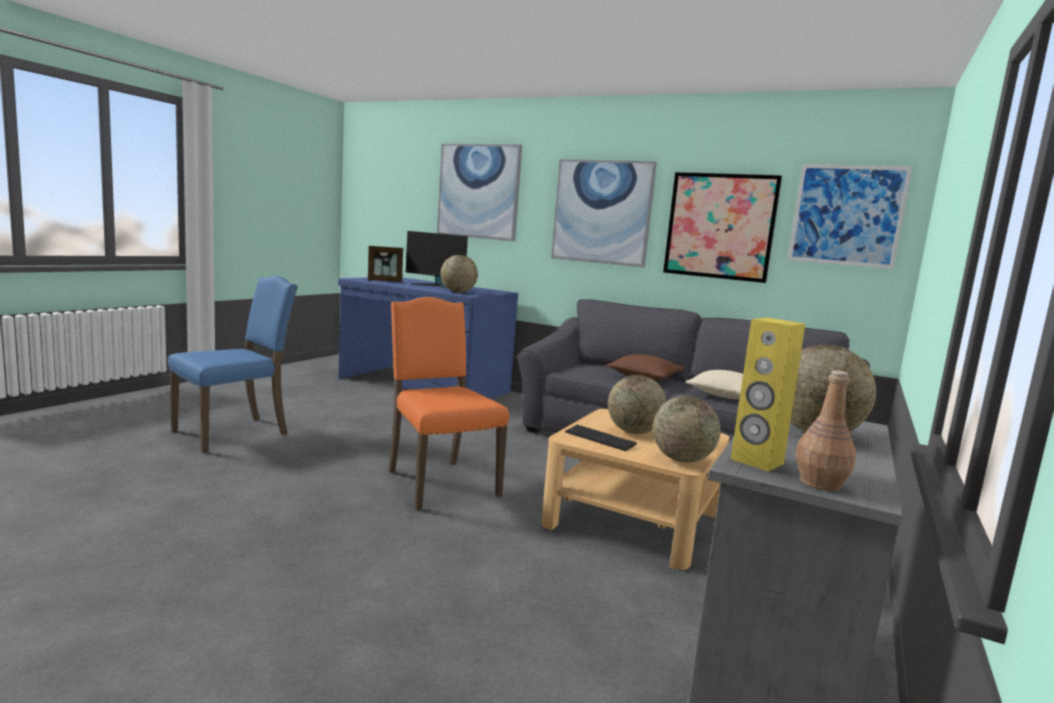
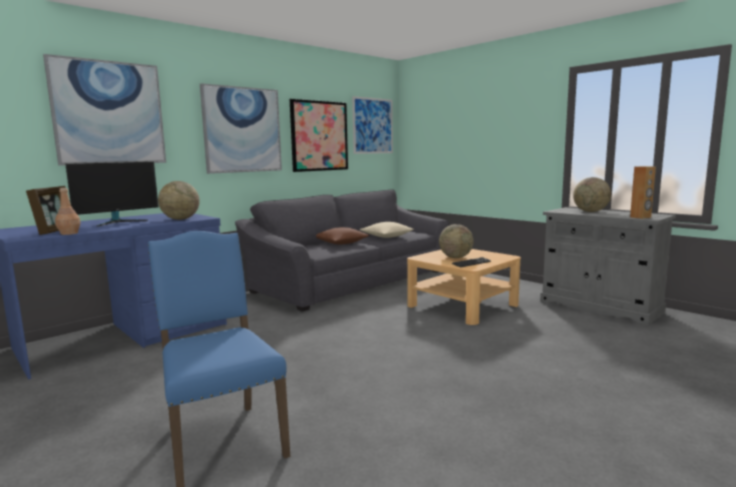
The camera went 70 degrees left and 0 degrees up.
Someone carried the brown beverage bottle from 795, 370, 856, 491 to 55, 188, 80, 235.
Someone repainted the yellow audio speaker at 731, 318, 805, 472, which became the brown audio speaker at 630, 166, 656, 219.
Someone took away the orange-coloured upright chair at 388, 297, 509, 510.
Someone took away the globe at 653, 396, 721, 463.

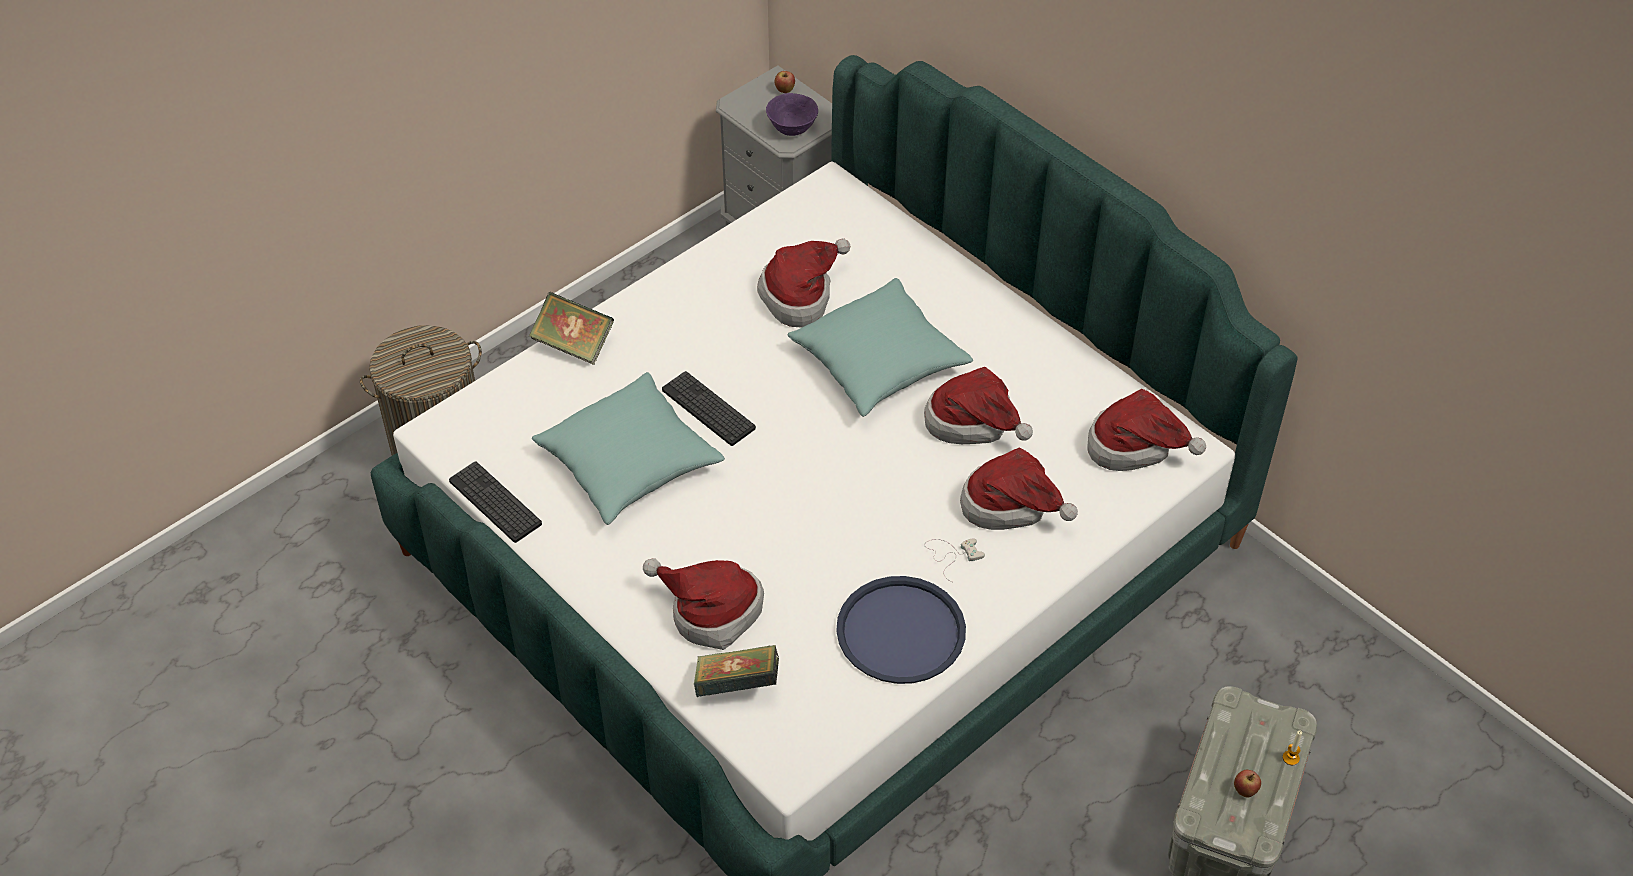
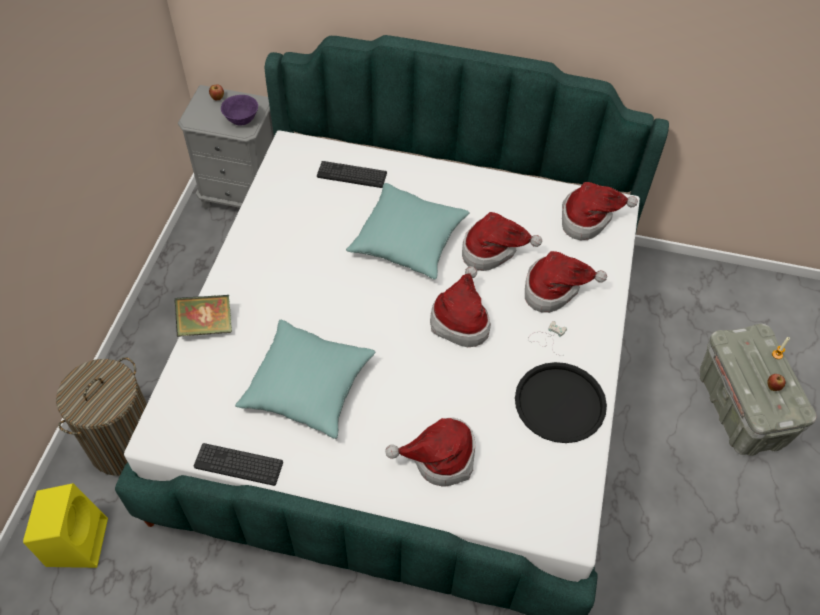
The camera went 35 degrees left and 5 degrees up.
Someone put down the yellow audio speaker at 23, 483, 108, 568.
Someone carried the computer keyboard from 662, 371, 756, 446 to 317, 161, 387, 188.
Someone carried the wearable hat from 757, 238, 850, 328 to 430, 266, 491, 348.
Someone repainted the bluish serving tray at 836, 576, 966, 684, which became the black-coloured serving tray at 515, 362, 607, 443.
Someone took away the bound book at 694, 645, 779, 697.

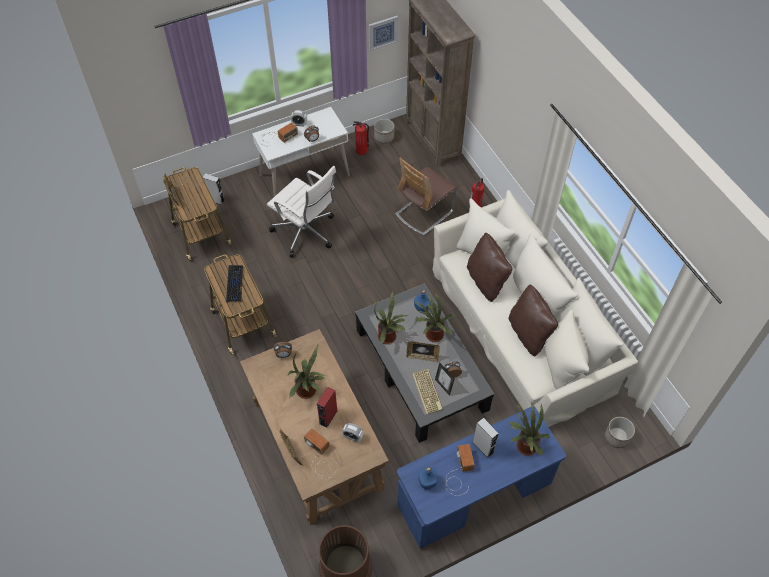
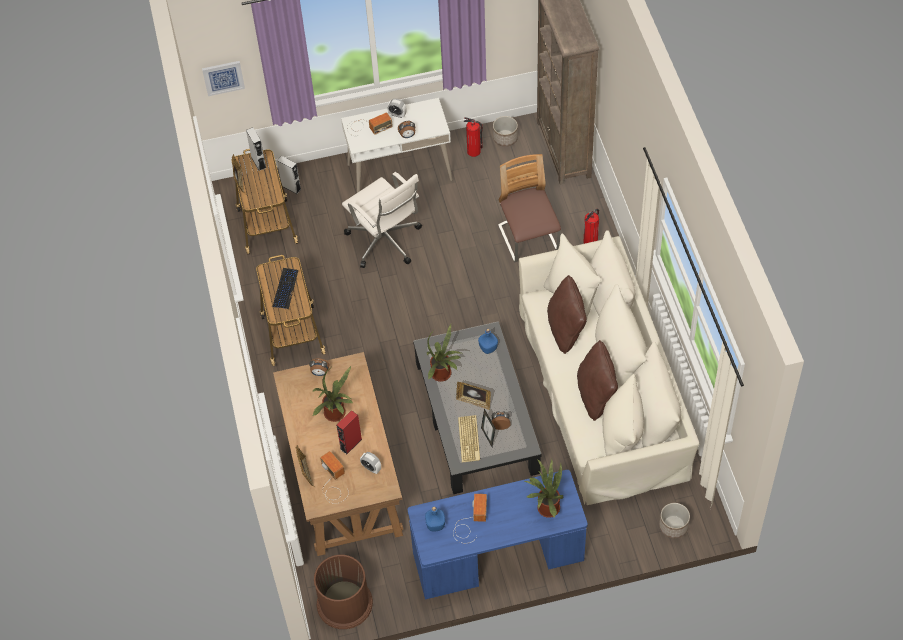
The camera went 15 degrees right and 0 degrees up.
Someone carried the wall picture from 369, 16, 398, 51 to 202, 61, 245, 96.
Someone carried the grey audio speaker from 473, 418, 499, 458 to 246, 128, 266, 171.
Someone rotated the upright chair at 395, 158, 457, 236 by 105 degrees clockwise.
Someone took away the plant in a pot at 415, 293, 453, 342.

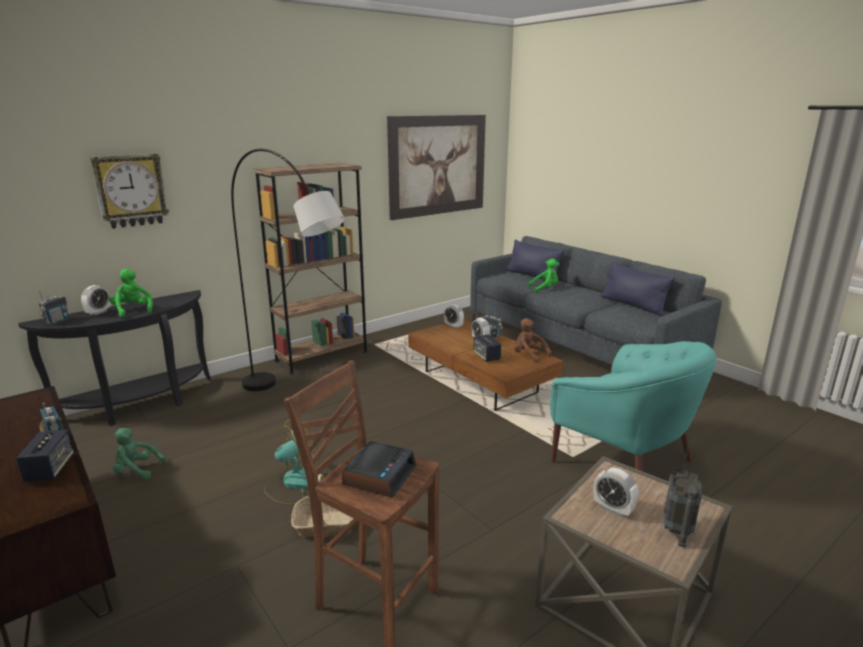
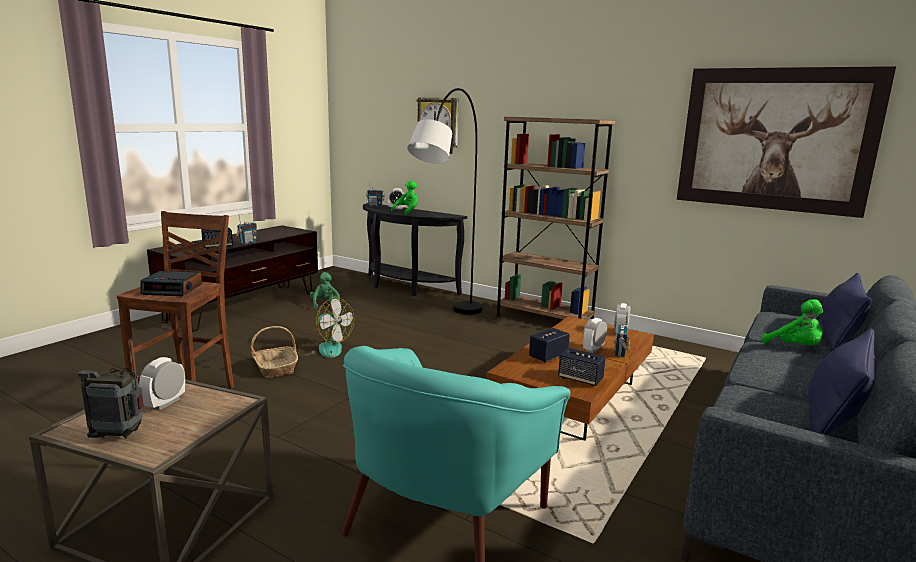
The camera went 70 degrees right and 5 degrees down.
Someone swapped the brown plush toy at 514, 318, 552, 363 for the audio speaker at 558, 348, 606, 386.

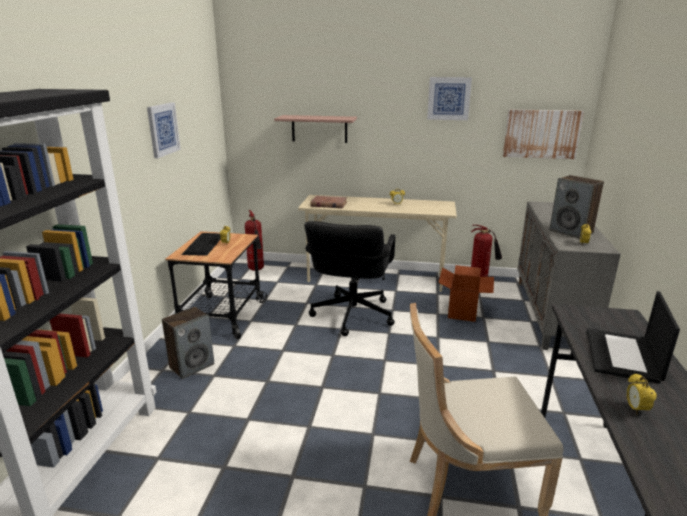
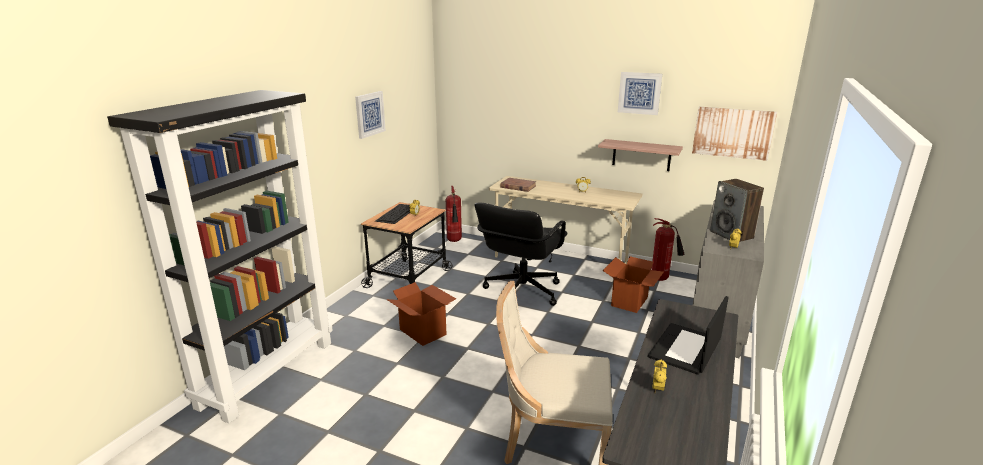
The camera went 15 degrees right and 0 degrees up.
Someone put down the carton at 386, 282, 456, 346.
Someone carried the shelf from 274, 115, 357, 143 to 598, 139, 683, 171.
Someone took away the audio speaker at 162, 307, 214, 379.

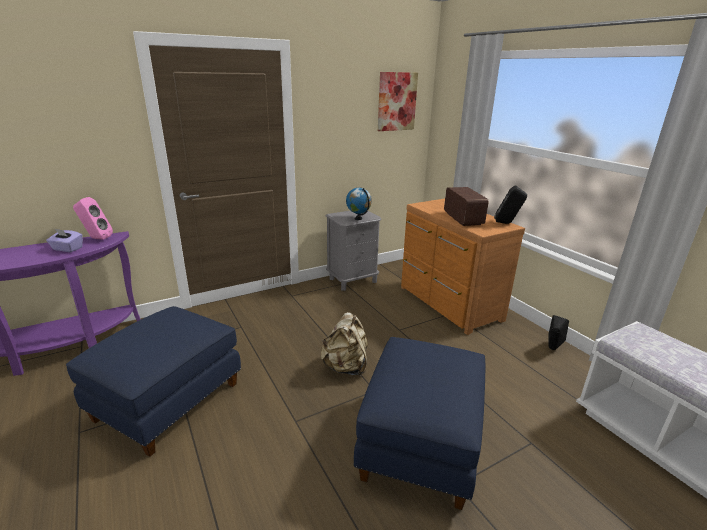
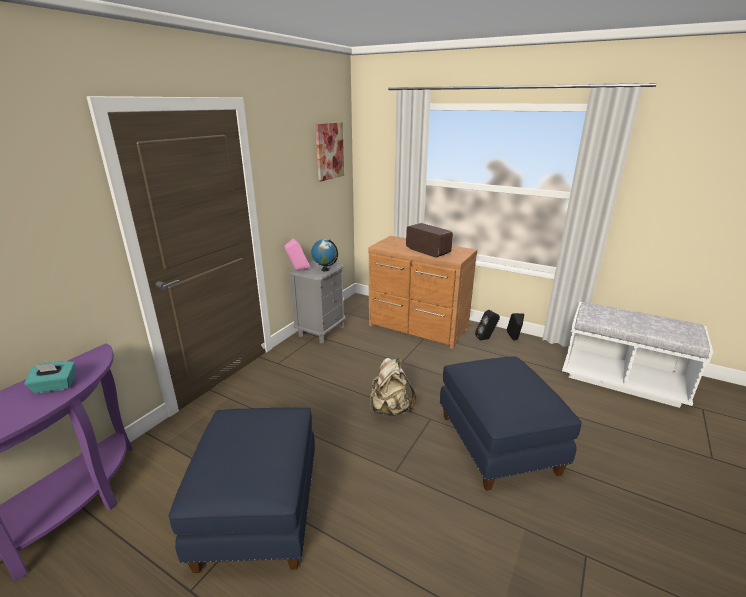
The camera went 30 degrees left and 0 degrees up.
Someone repainted the purple tissue holder at 46, 229, 83, 252, which became the turquoise-coloured tissue holder at 24, 361, 75, 393.
Someone carried the pink-coloured audio speaker from 73, 197, 113, 240 to 284, 238, 309, 270.
Someone carried the black-coloured audio speaker from 494, 185, 527, 224 to 475, 310, 500, 341.

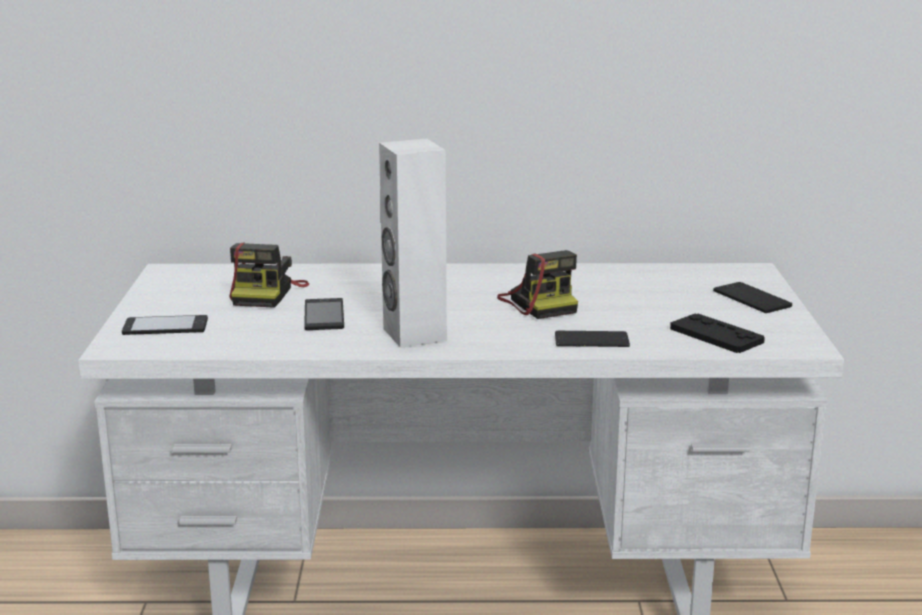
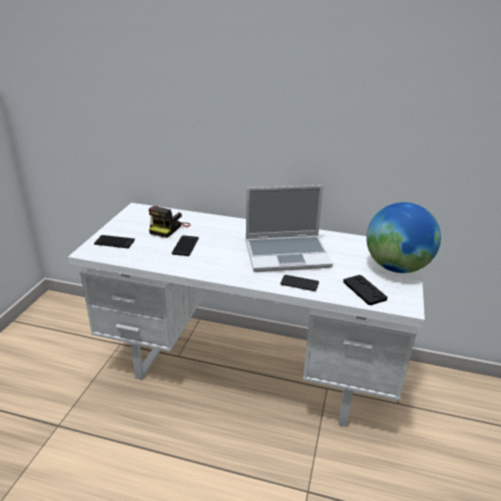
The camera went 15 degrees right and 10 degrees up.
Someone swapped the still camera at 497, 250, 578, 319 for the portable computer at 246, 185, 333, 272.
Someone swapped the phone at 713, 282, 792, 313 for the globe at 366, 202, 441, 273.
Someone took away the white-coloured audio speaker at 379, 139, 447, 348.

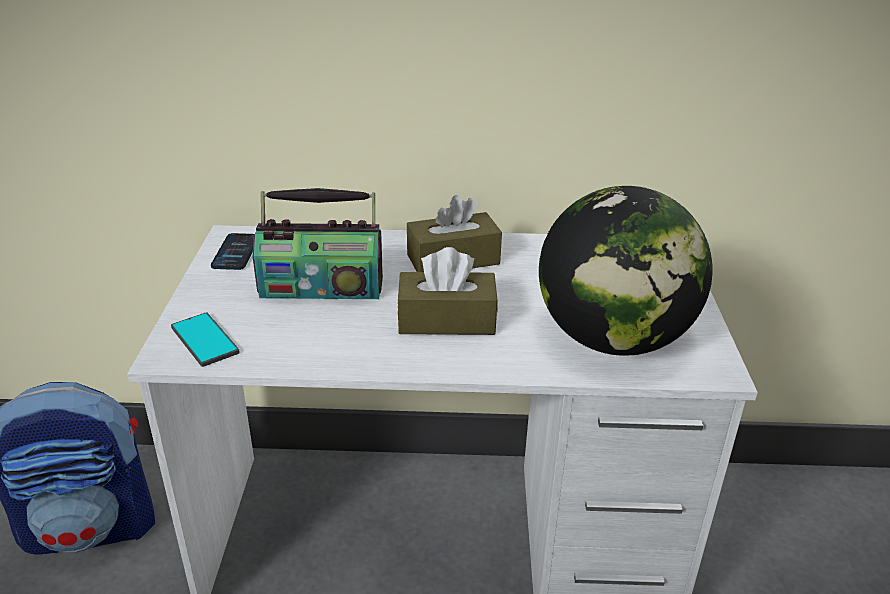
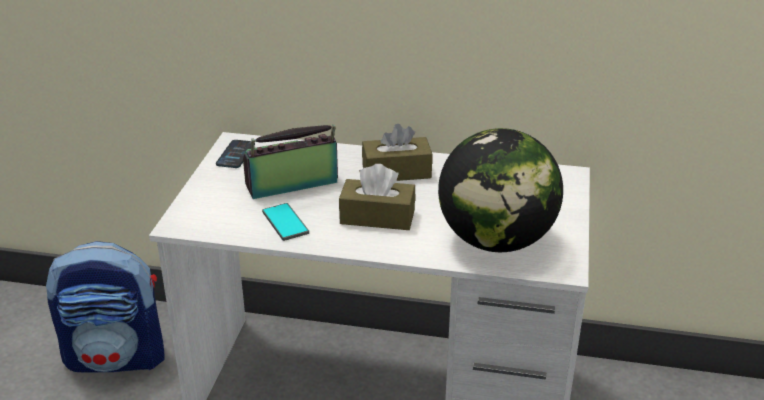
The camera went 10 degrees right and 0 degrees up.
Someone rotated the radio set at 253, 188, 383, 299 by 150 degrees clockwise.
Someone carried the phone from 171, 313, 240, 367 to 262, 203, 309, 241.

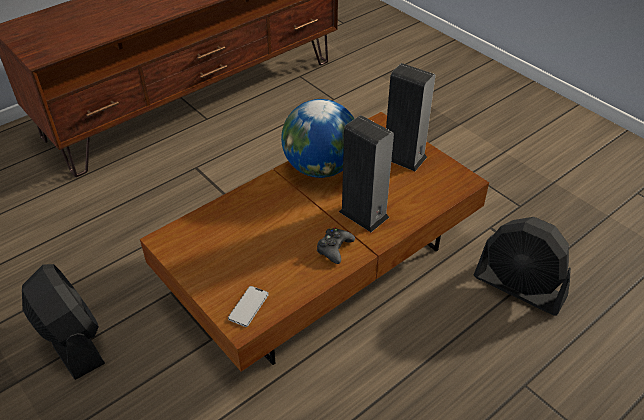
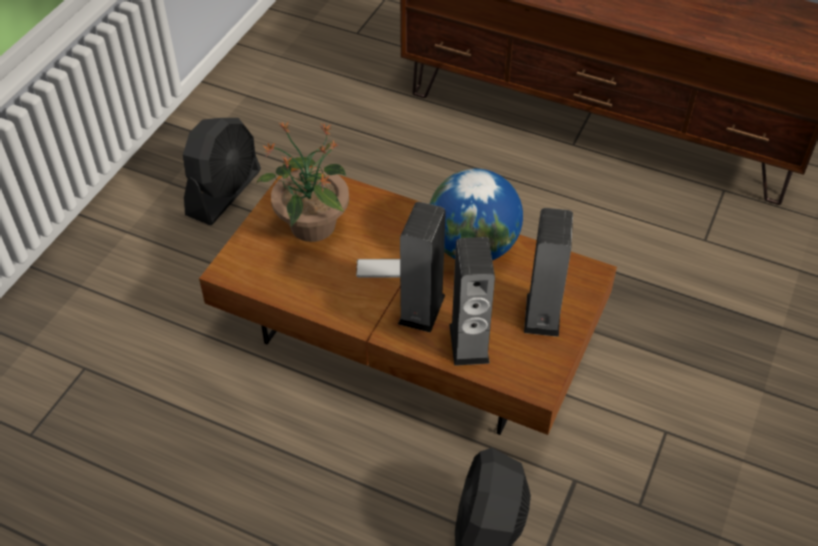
The camera went 65 degrees right and 5 degrees up.
Someone put down the plant in a pot at 256, 122, 349, 242.
Someone carried the phone from 228, 286, 269, 327 to 356, 259, 400, 278.
Someone put down the audio speaker at 449, 237, 495, 366.
Someone took away the black-coloured joypad at 316, 227, 355, 264.

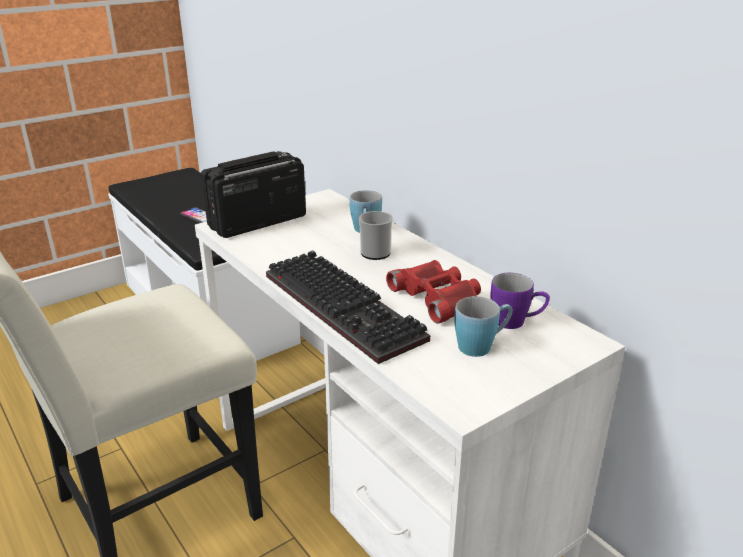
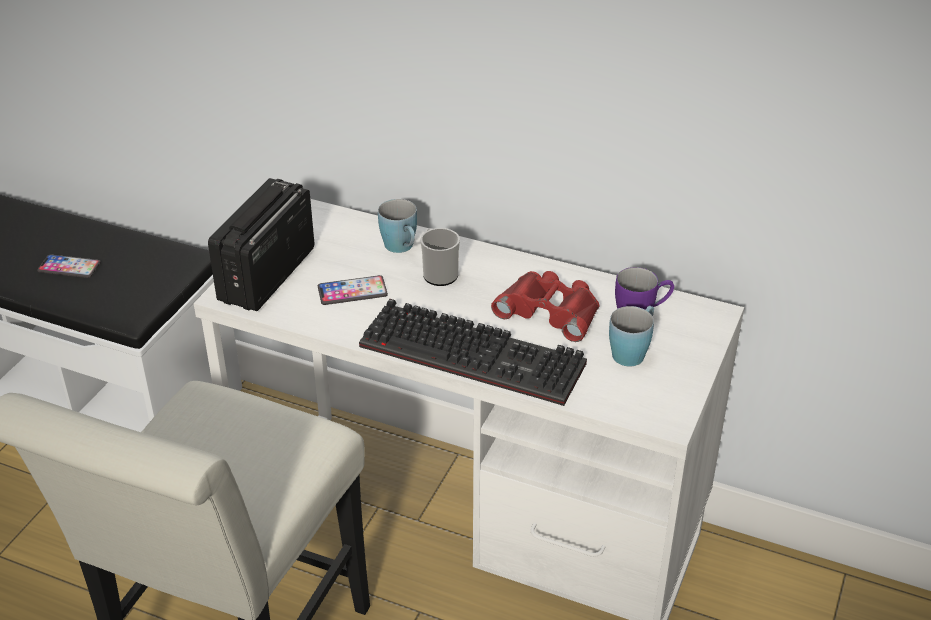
The camera went 30 degrees left and 10 degrees up.
Someone put down the phone at 318, 275, 388, 305.

